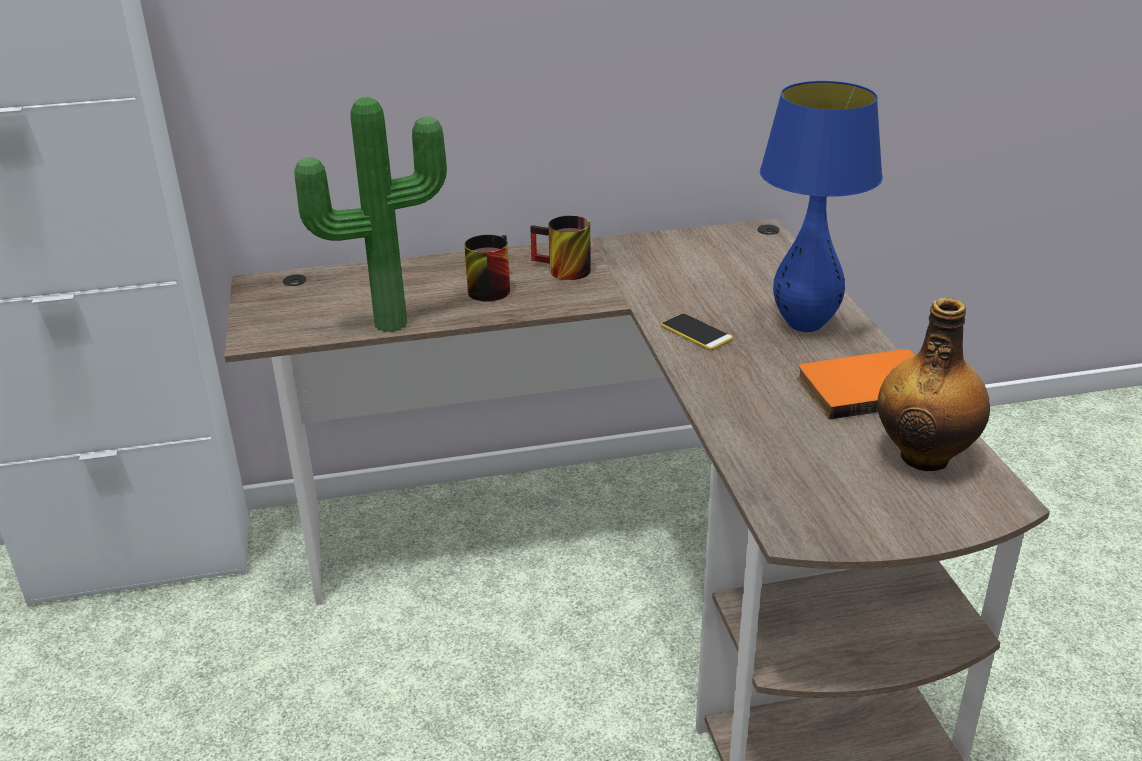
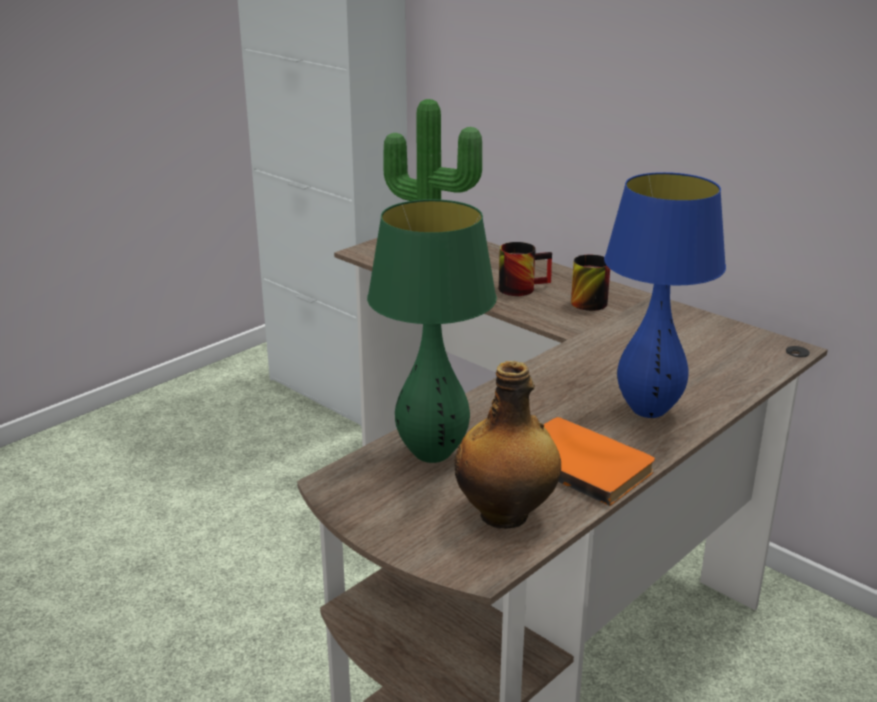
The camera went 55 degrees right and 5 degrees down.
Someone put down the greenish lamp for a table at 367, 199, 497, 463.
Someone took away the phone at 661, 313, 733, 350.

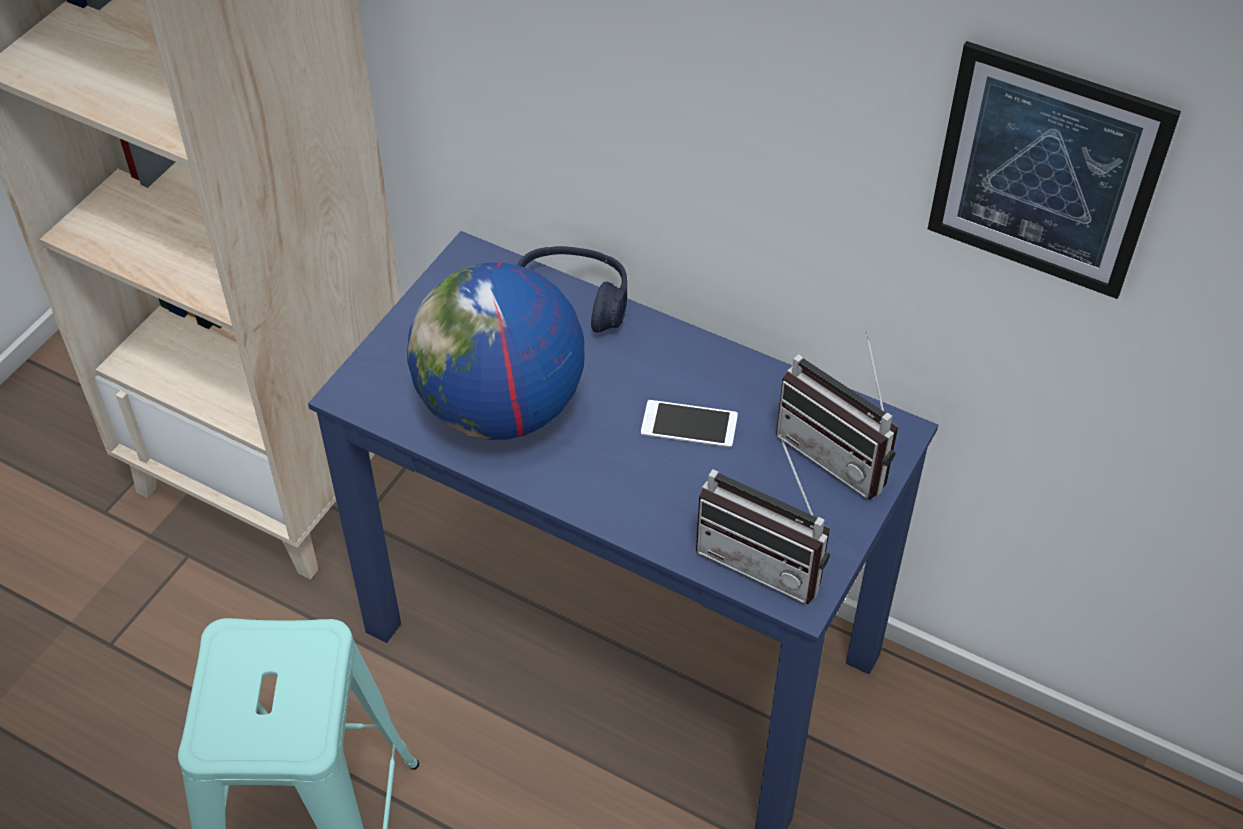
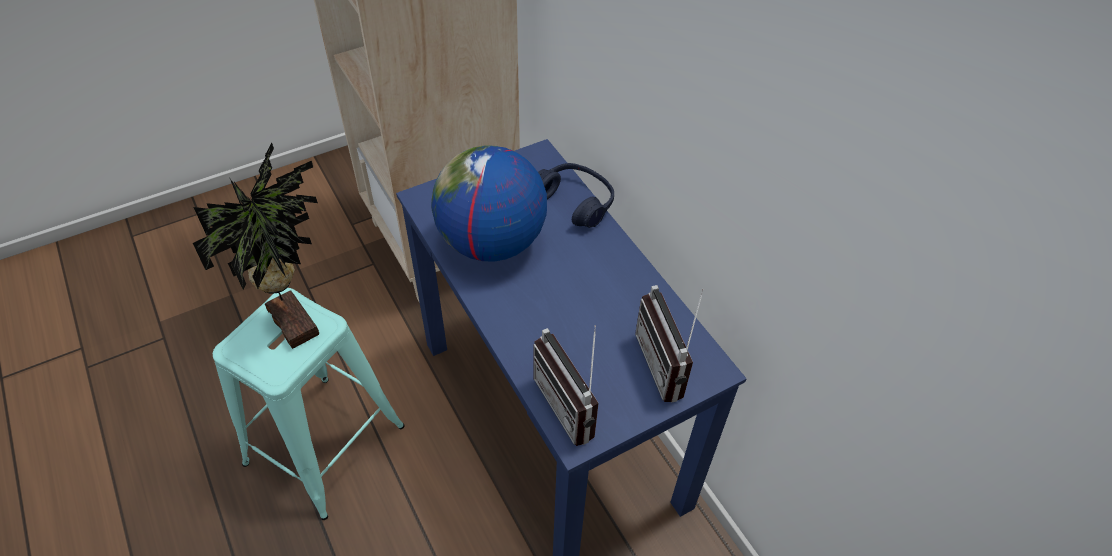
The camera went 30 degrees right and 0 degrees up.
Someone put down the plant in a pot at 193, 143, 319, 349.
Someone took away the phone at 641, 400, 738, 448.
Someone took away the wall picture at 928, 41, 1181, 299.

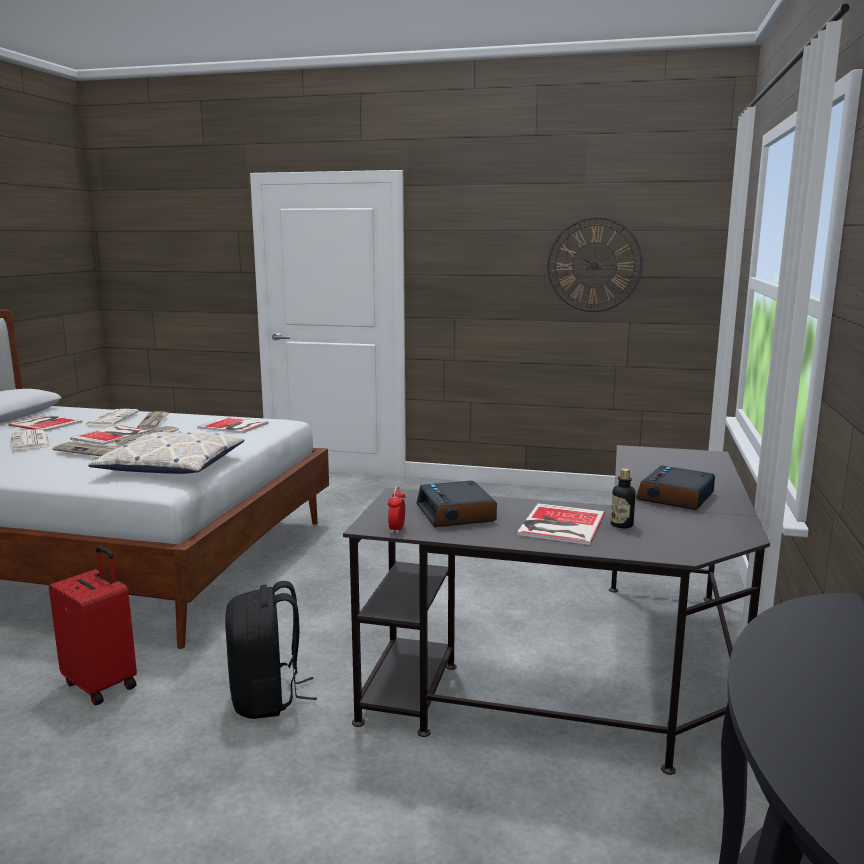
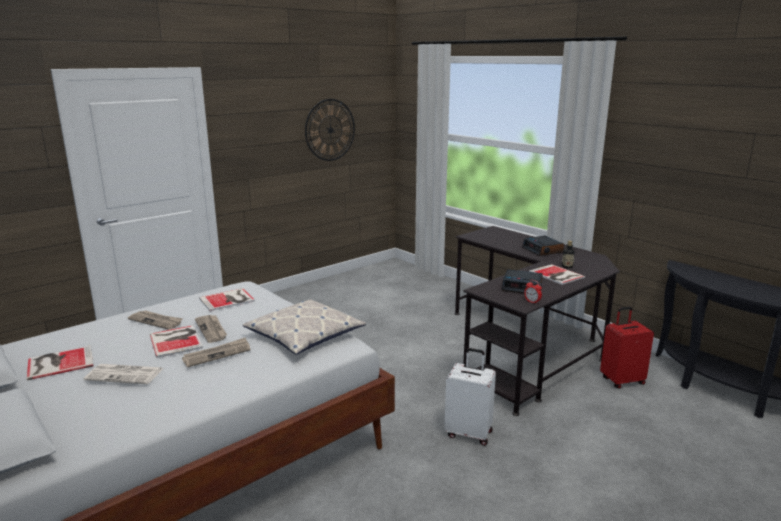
The camera went 55 degrees left and 5 degrees up.
Someone swapped the black-coloured rucksack at 225, 581, 317, 719 for the white-coloured piece of luggage at 444, 348, 496, 446.
Someone carried the red-coloured piece of luggage from 49, 546, 137, 705 to 600, 307, 654, 389.
Someone took away the daily paper at 86, 409, 139, 426.

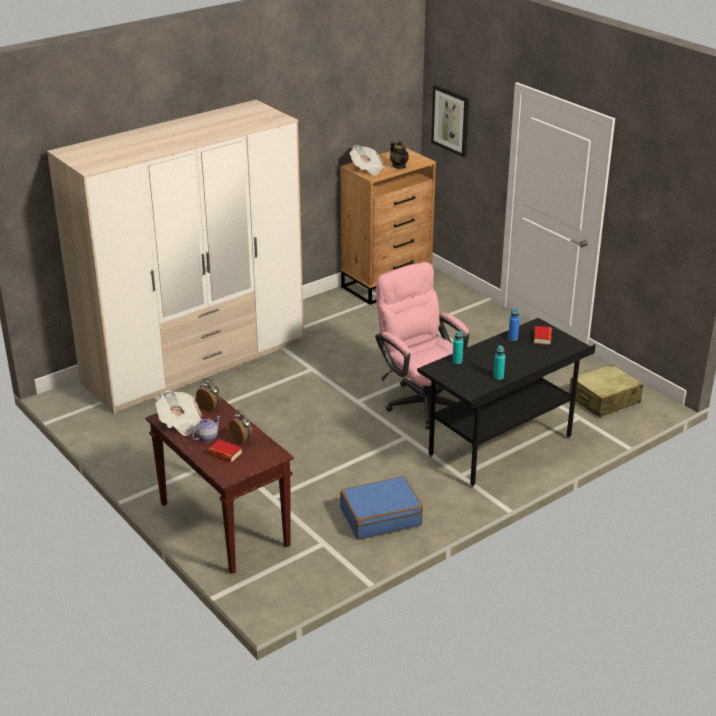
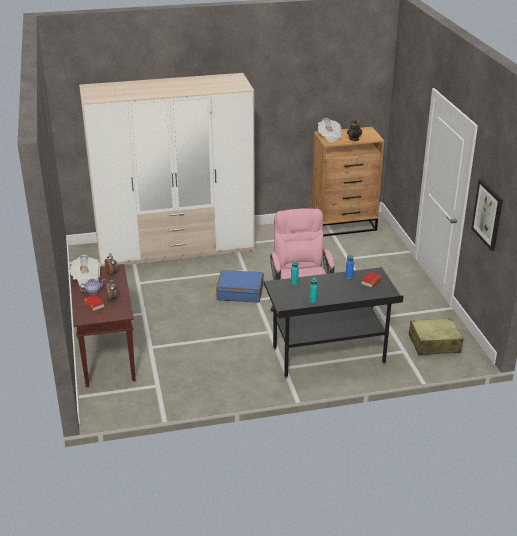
The camera went 25 degrees right and 0 degrees up.
Someone carried the bluish piece of luggage from 340, 476, 423, 540 to 216, 270, 264, 302.
Someone carried the wall picture from 431, 85, 469, 157 to 471, 179, 503, 251.

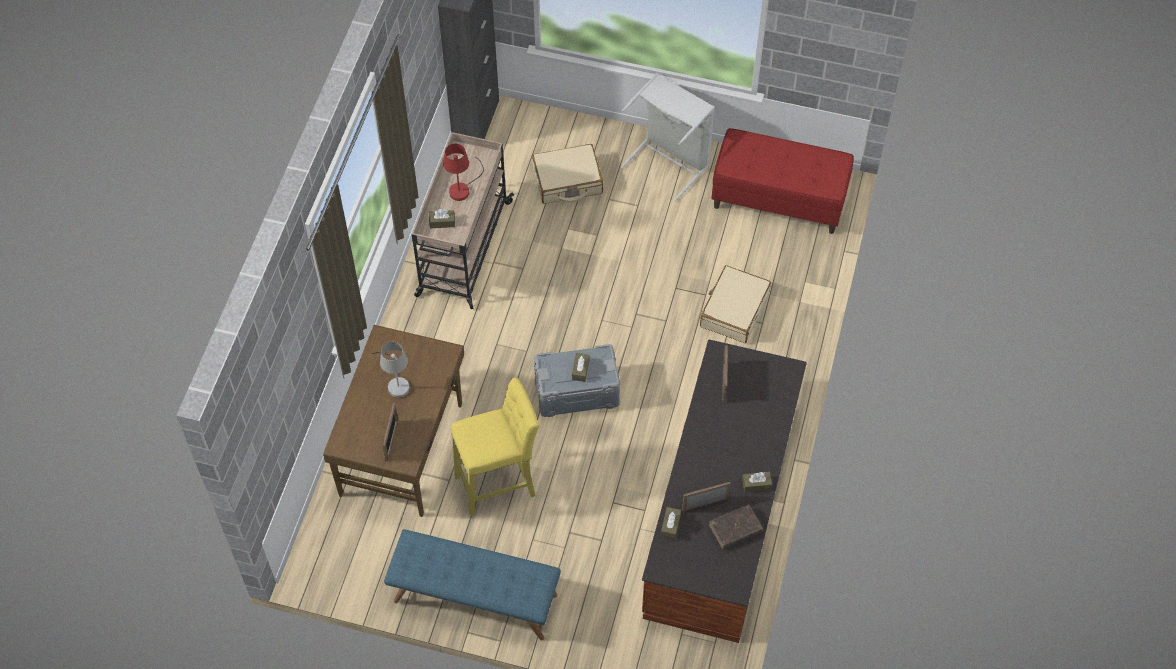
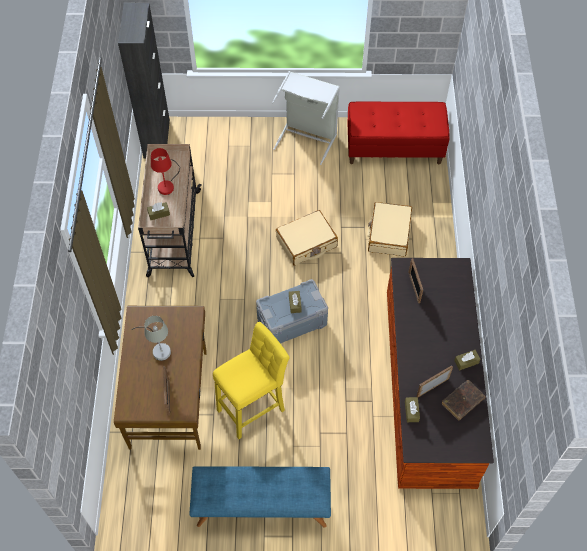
The camera went 15 degrees left and 0 degrees up.
Someone carried the beige-coloured piece of luggage from 532, 144, 603, 204 to 276, 210, 338, 265.

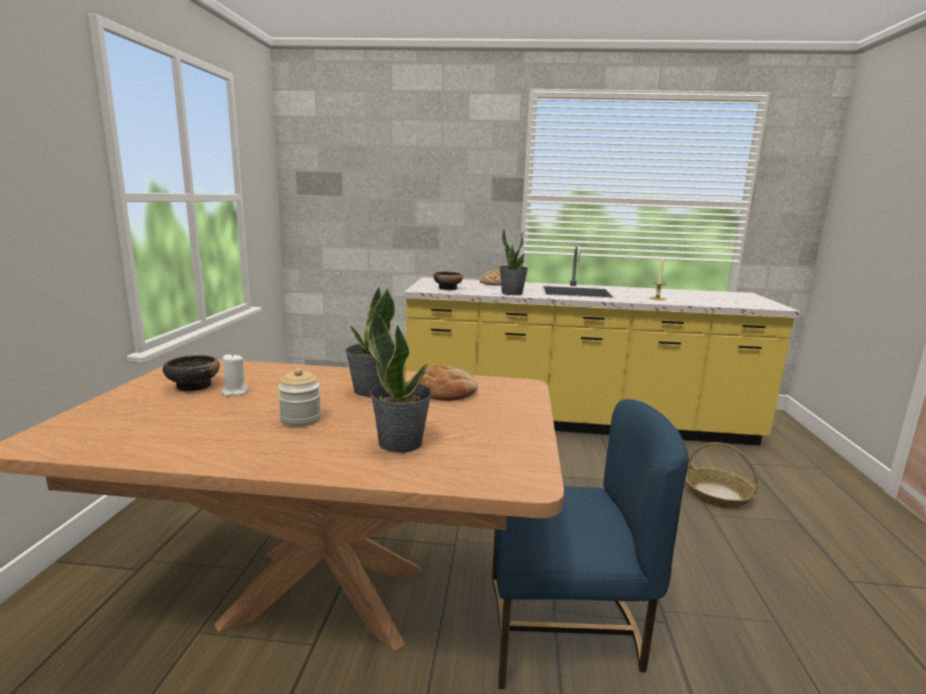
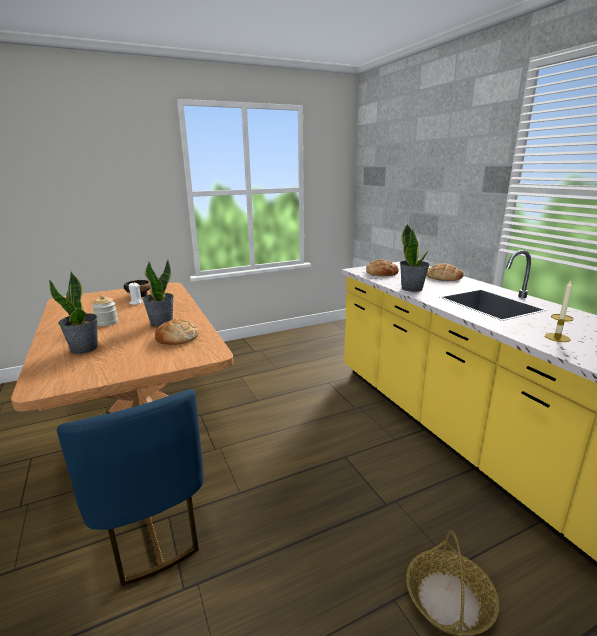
The camera went 60 degrees right and 5 degrees up.
Someone swapped the deep dish at 433, 272, 463, 290 for the bread at 366, 259, 399, 276.

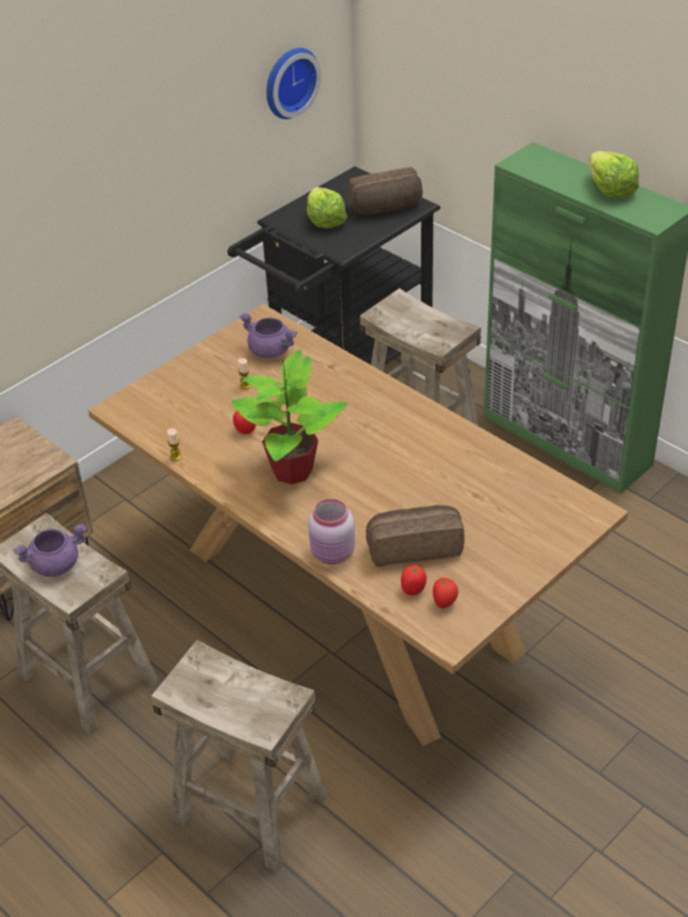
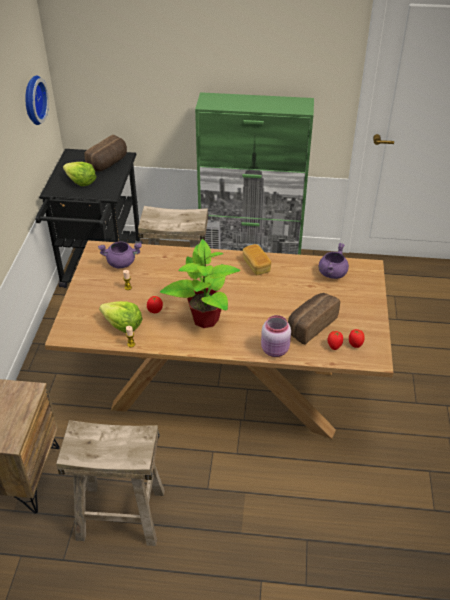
The camera went 40 degrees left and 0 degrees up.
Someone carried the head of lettuce from 590, 151, 639, 198 to 99, 301, 142, 333.
Someone put down the bread at 243, 244, 271, 275.
Someone carried the purple stockpot from 14, 523, 87, 577 to 318, 243, 349, 279.
Someone took away the beige-coloured stool at 151, 640, 327, 873.

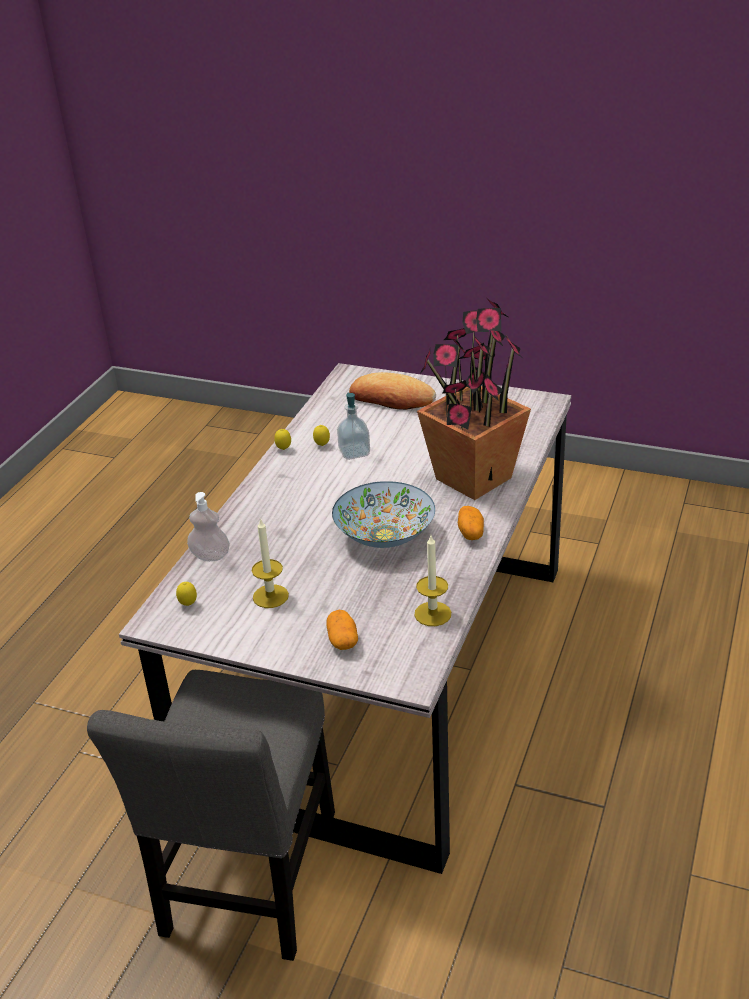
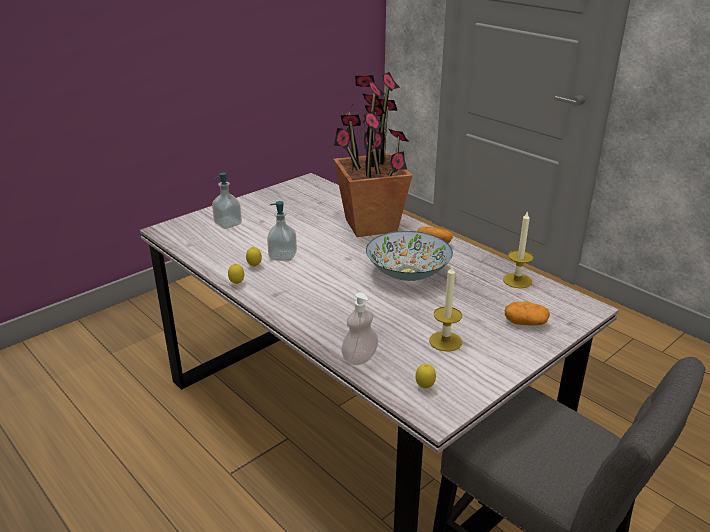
The camera went 65 degrees left and 5 degrees down.
Someone swapped the bread at 349, 372, 436, 410 for the soap dispenser at 212, 172, 242, 229.

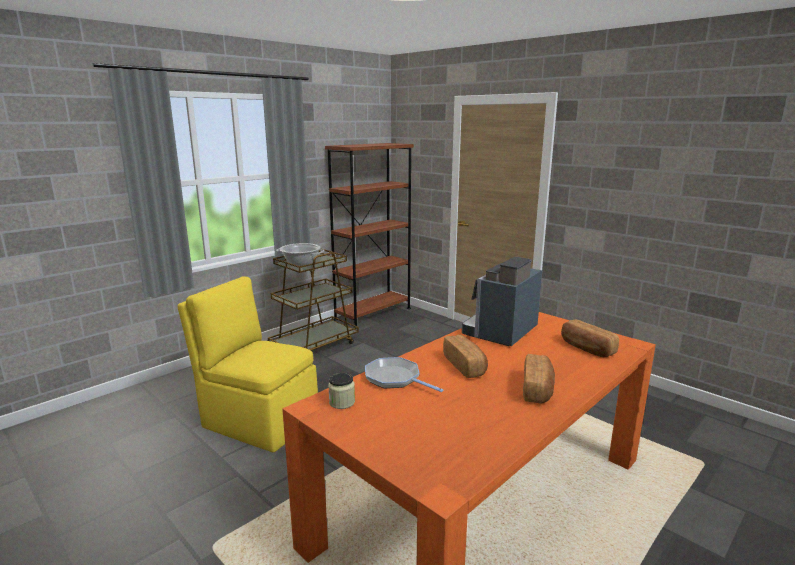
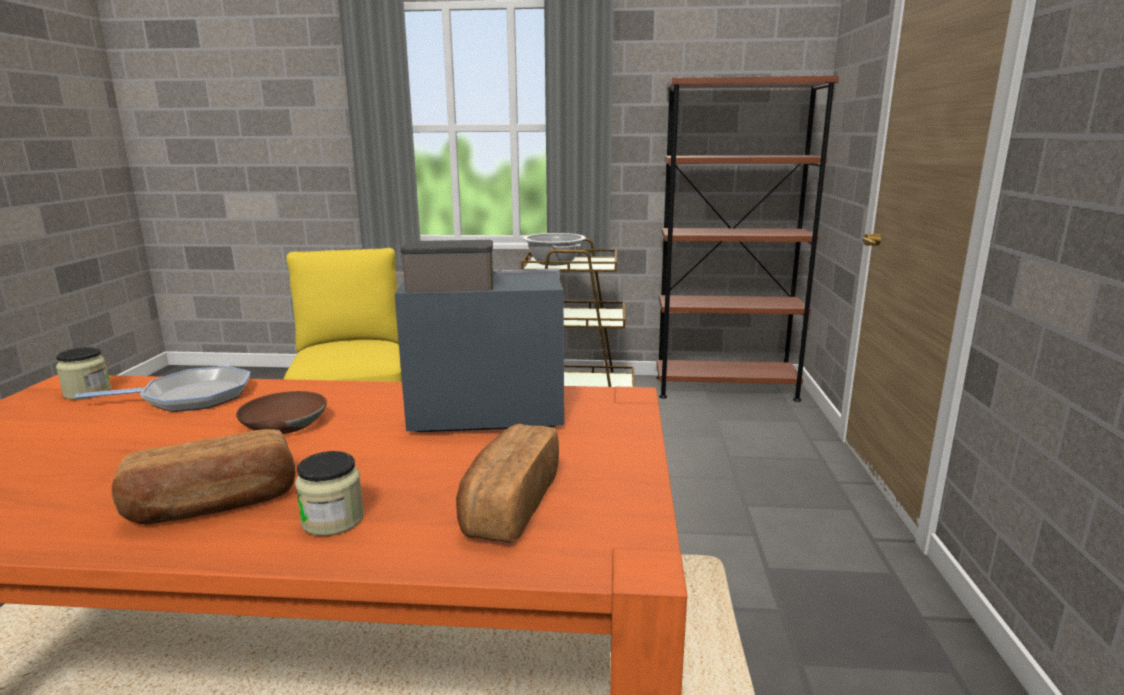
The camera went 50 degrees right and 0 degrees up.
Someone rotated the skillet at 365, 357, 443, 392 by 75 degrees clockwise.
Someone swapped the bread at 443, 334, 488, 378 for the brown deep dish at 236, 391, 327, 434.
Someone put down the jar at 295, 451, 364, 536.

